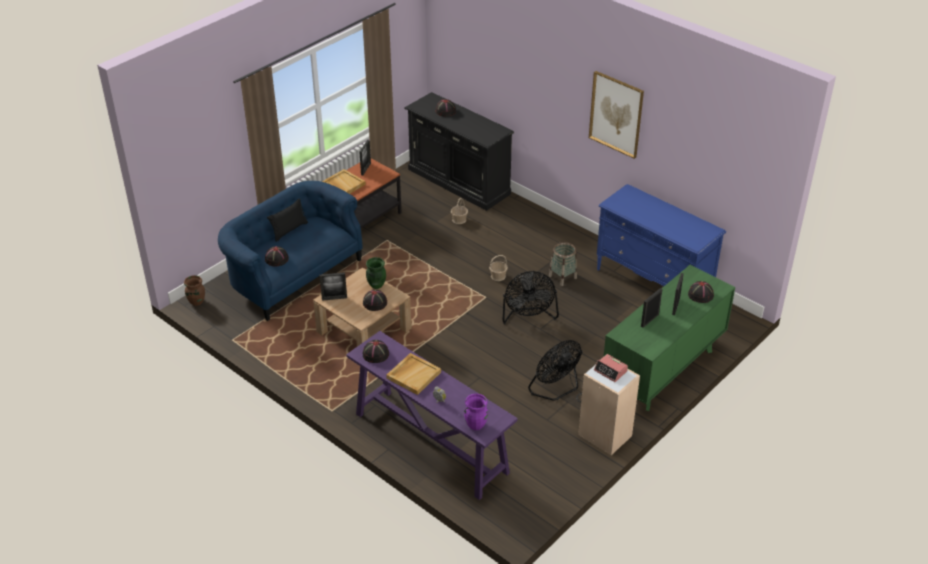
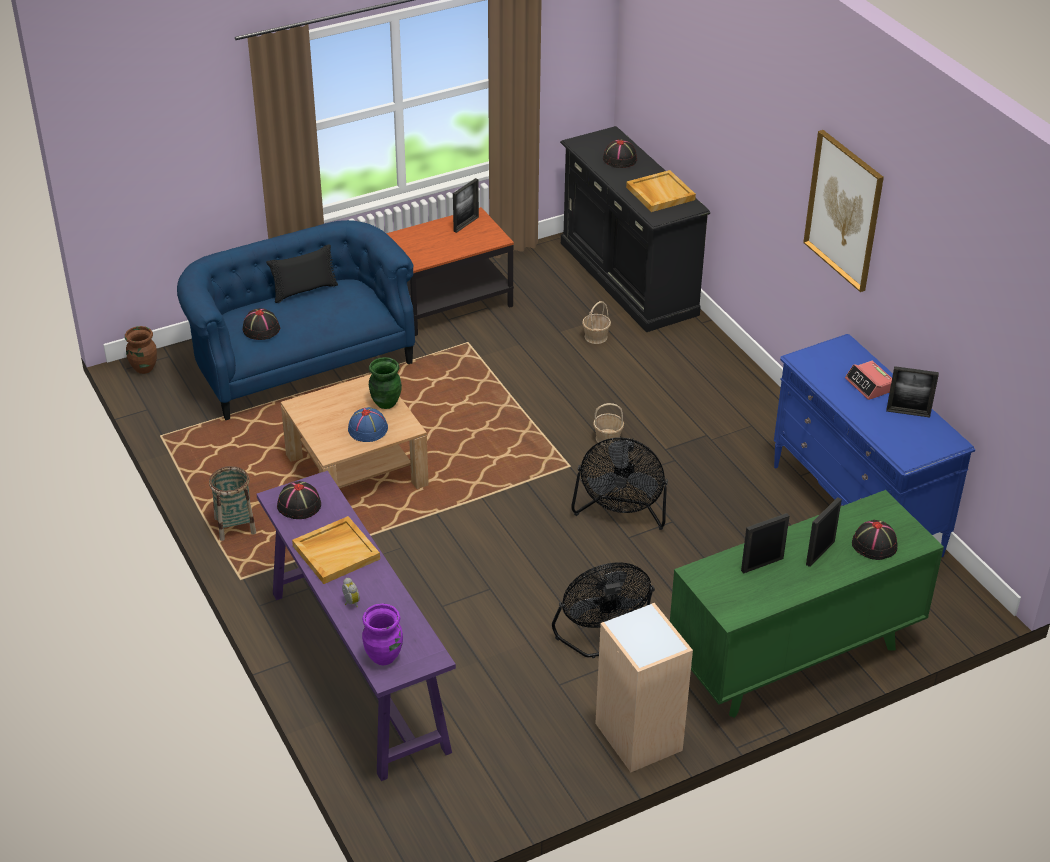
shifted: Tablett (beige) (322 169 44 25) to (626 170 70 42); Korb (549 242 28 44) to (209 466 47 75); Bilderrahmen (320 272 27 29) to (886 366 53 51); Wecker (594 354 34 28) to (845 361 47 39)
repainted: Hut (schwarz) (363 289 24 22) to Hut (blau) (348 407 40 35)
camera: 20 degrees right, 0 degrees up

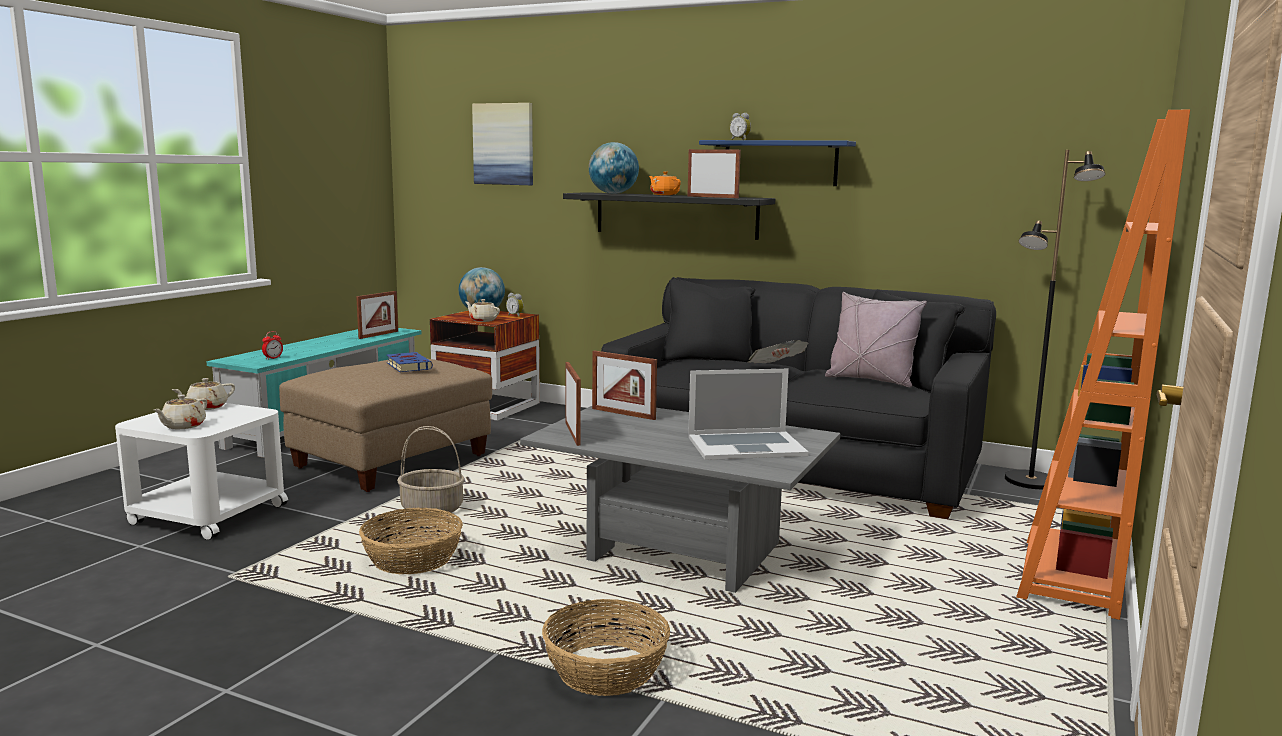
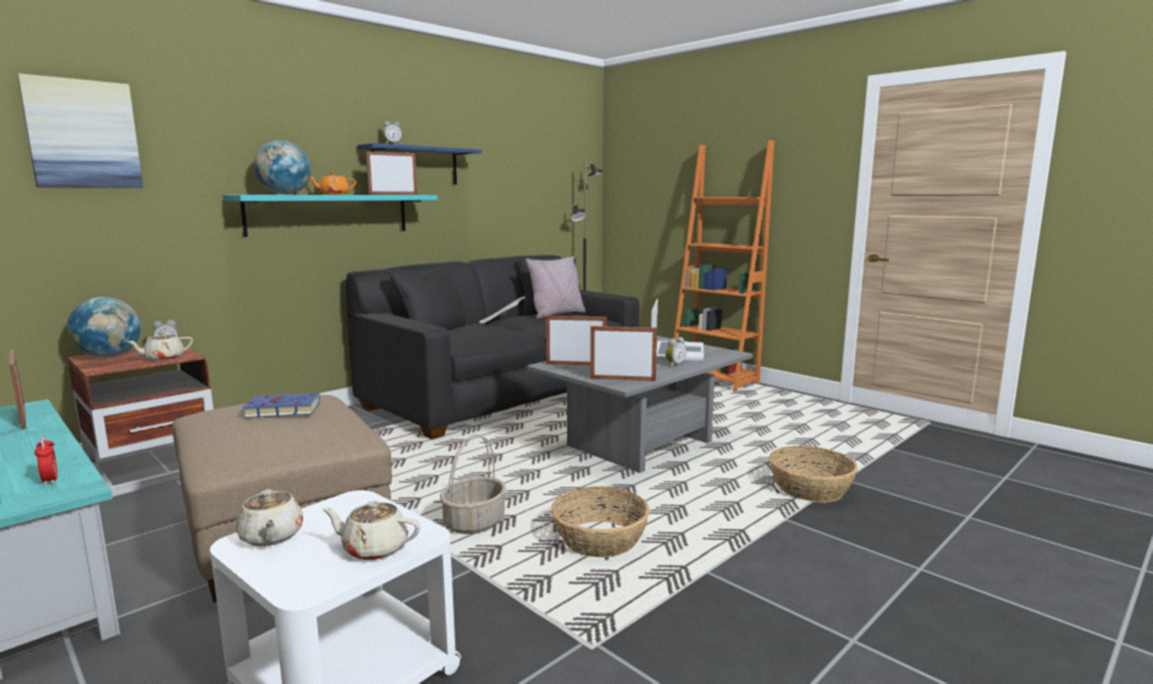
new: Wecker (666 337 20 30)
repainted: Wandregal (schwarz) (563 192 212 48) to Wandregal (türkis) (223 195 215 42)
rotated: Bilderrahmen (592 351 65 69) = (546 316 61 49) 135 degrees counterclockwise; Teekanne (beige) (154 395 53 34) = (322 501 99 59) 150 degrees clockwise
camera: 70 degrees left, 0 degrees up

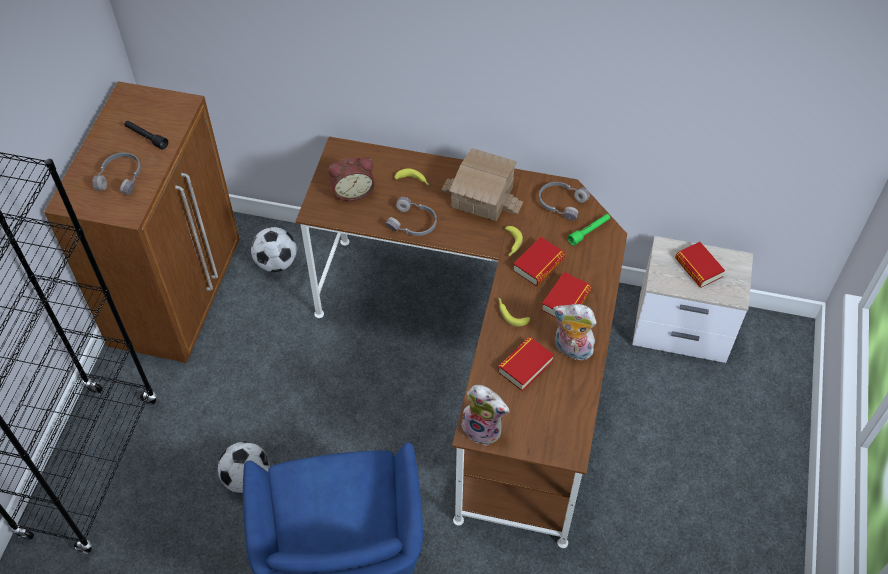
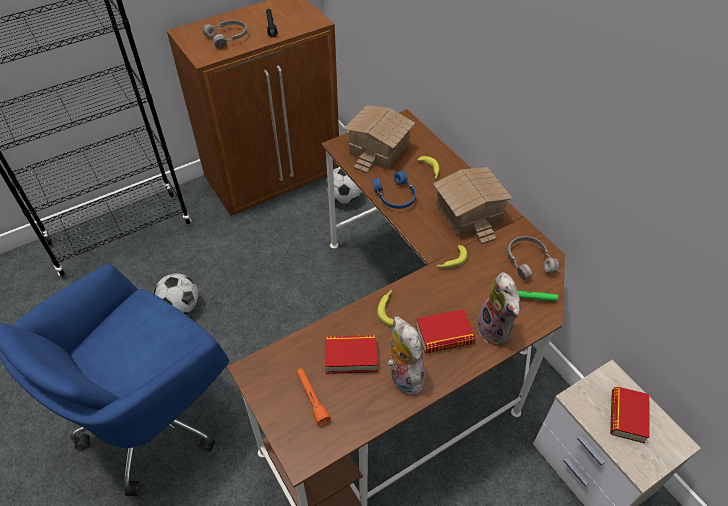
gone: Buch (513 237 52 49)
new: Taschenlampe (orange) (297 368 34 58)
shifted: Plüschtier (458 385 51 61) to (478 272 43 73)
swapped: Wecker (328 157 47 44) to Spielzeughaus (344 105 71 69)
repainted: Kopfhörer (grau) (385 197 52 39) to Kopfhörer (blau) (372 171 44 38)
camera: 45 degrees right, 5 degrees down

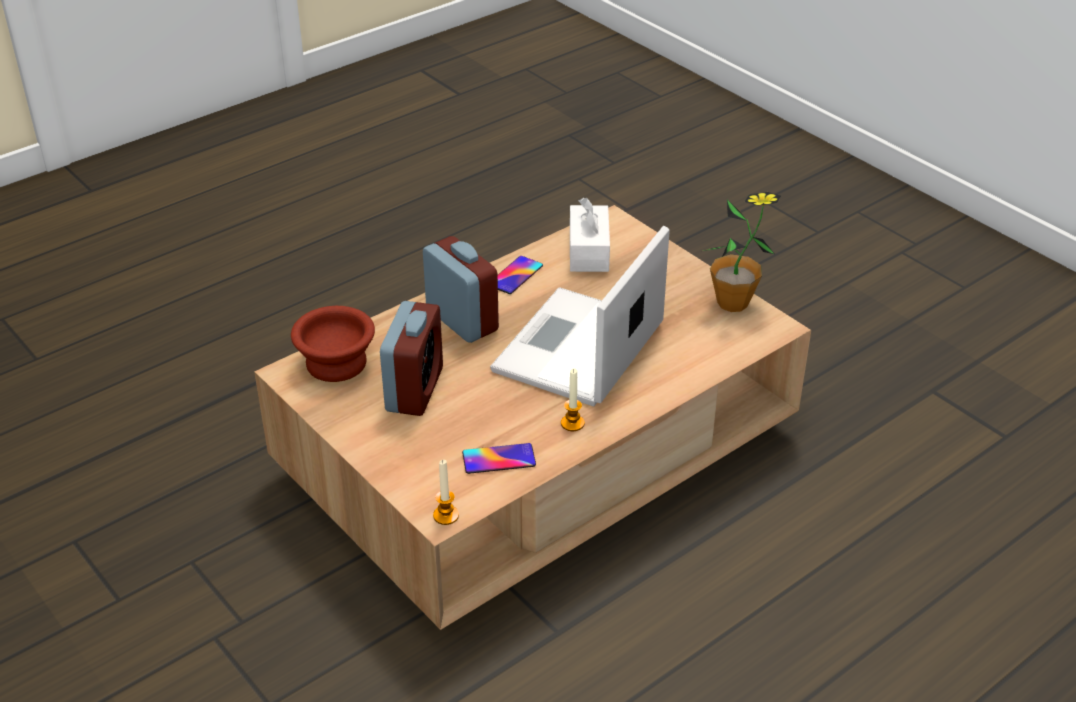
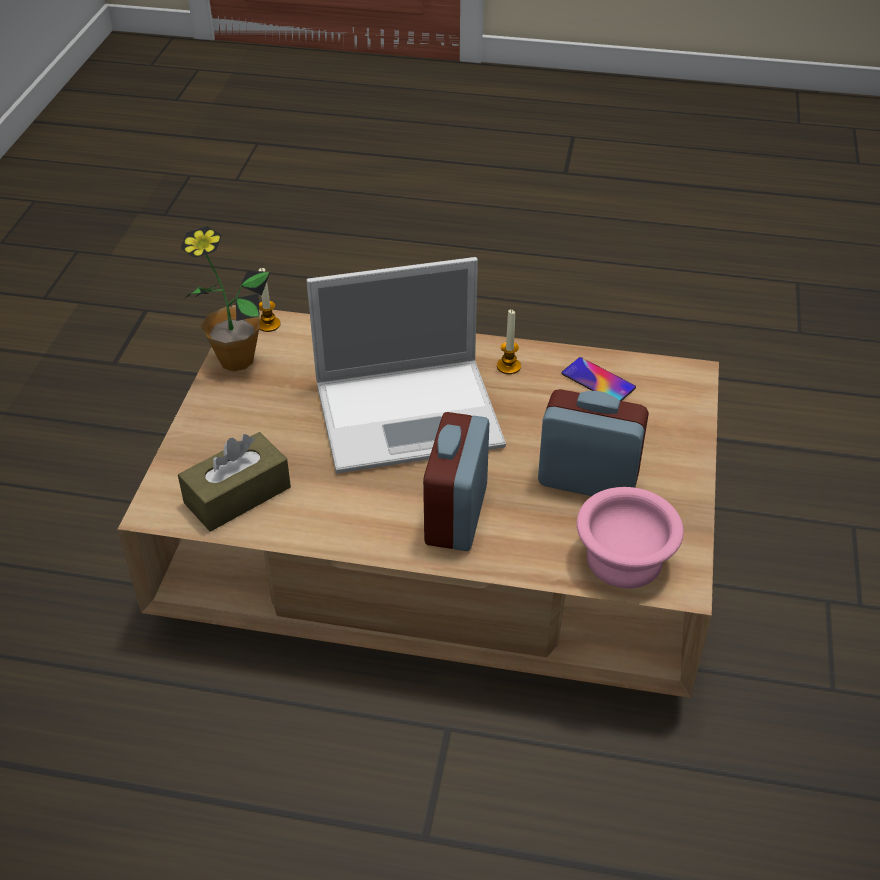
gone: Handy (498 256 45 38)
shifted: Kerze (433 460 26 65) to (259 268 22 64)
repainted: Taschentuchbox (weiß) (570 198 40 74) to Taschentuchbox (braun) (178 432 113 100); Schüssel (braun) (291 306 84 76) to Schüssel (rosa) (577 487 107 101)
rotated: Wecker (380 301 63 115) = (538 389 111 107) 45 degrees clockwise
camera: 130 degrees left, 5 degrees up

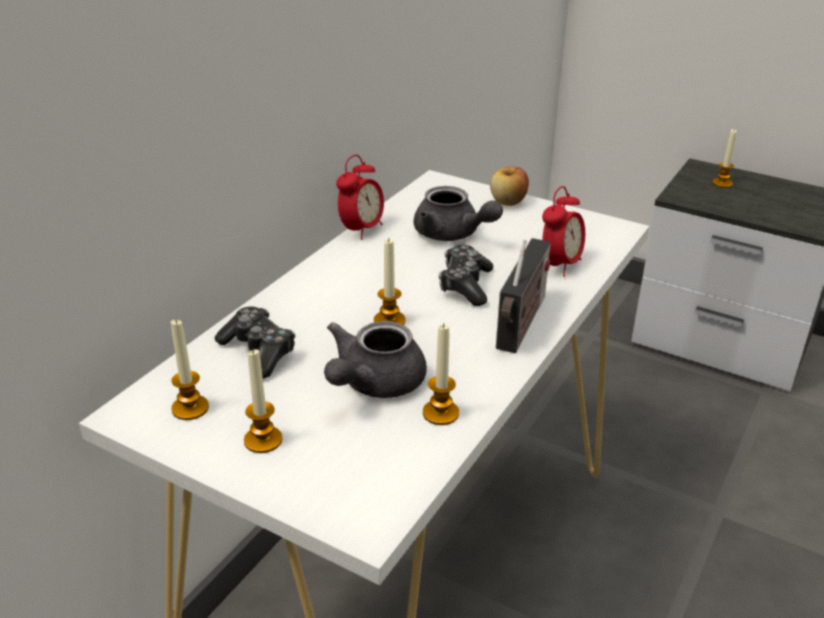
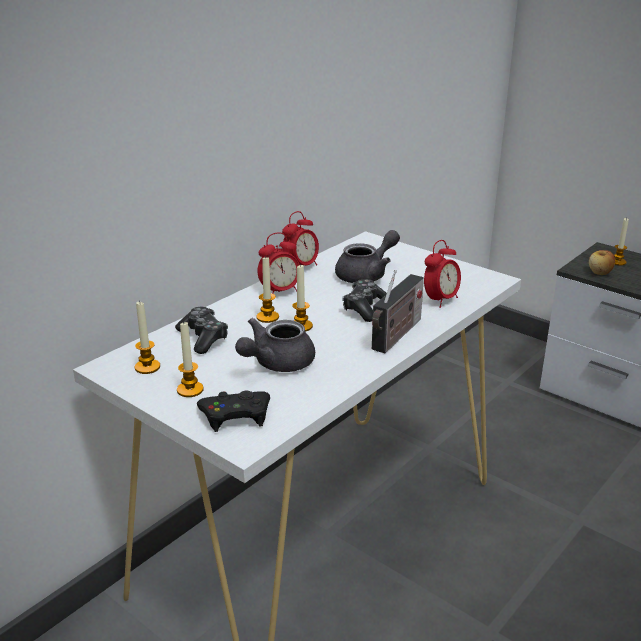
new: Wecker (258 232 41 62); Gamepad (schwarz) (197 390 73 42)
shifted: Apfel (490 167 39 39) to (589 250 26 25); Kerze (423 323 36 102) to (256 256 23 67)
rotated: Teekanne (grau) (414 186 89 55) = (335 230 65 53) 90 degrees counterclockwise
camera: 10 degrees right, 5 degrees down

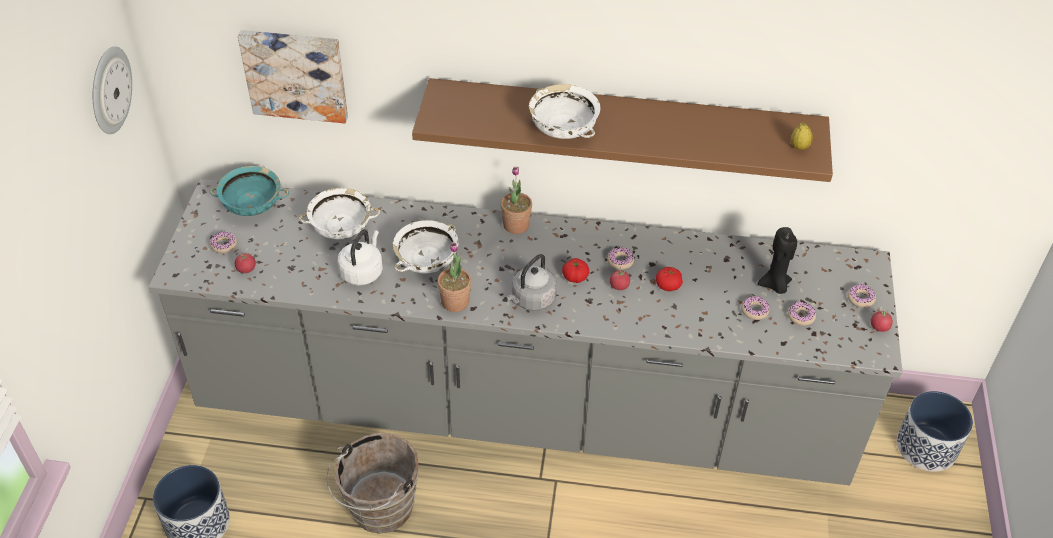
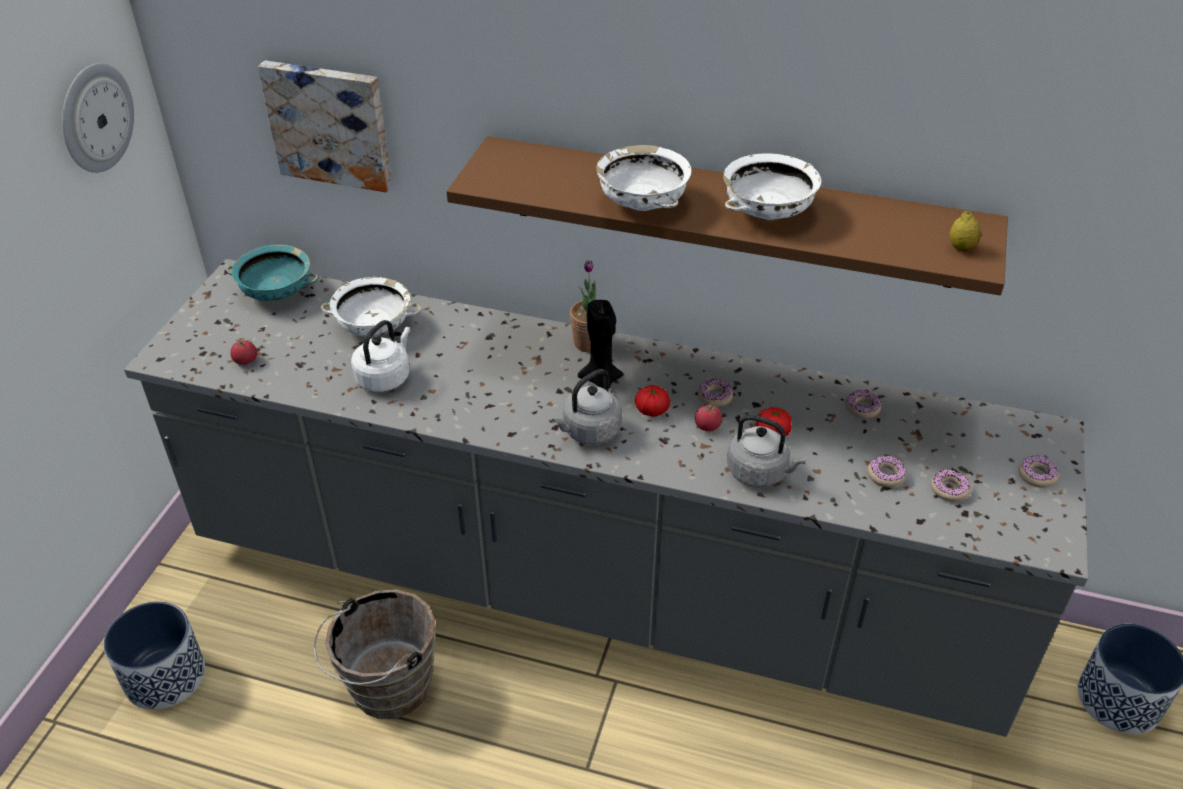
gone: Topfpflanze (437 242 34 70); Tomate (871 309 22 23)
new: Wasserkessel (grau) (727 415 80 72)
shifted: Schüssel (weiß) (393 220 66 53) to (723 153 98 67); Kerze (schwarz) (758 227 39 67) to (578 300 46 89); Donut (210 231 27 22) to (845 390 36 29)
camera: 10 degrees right, 5 degrees down

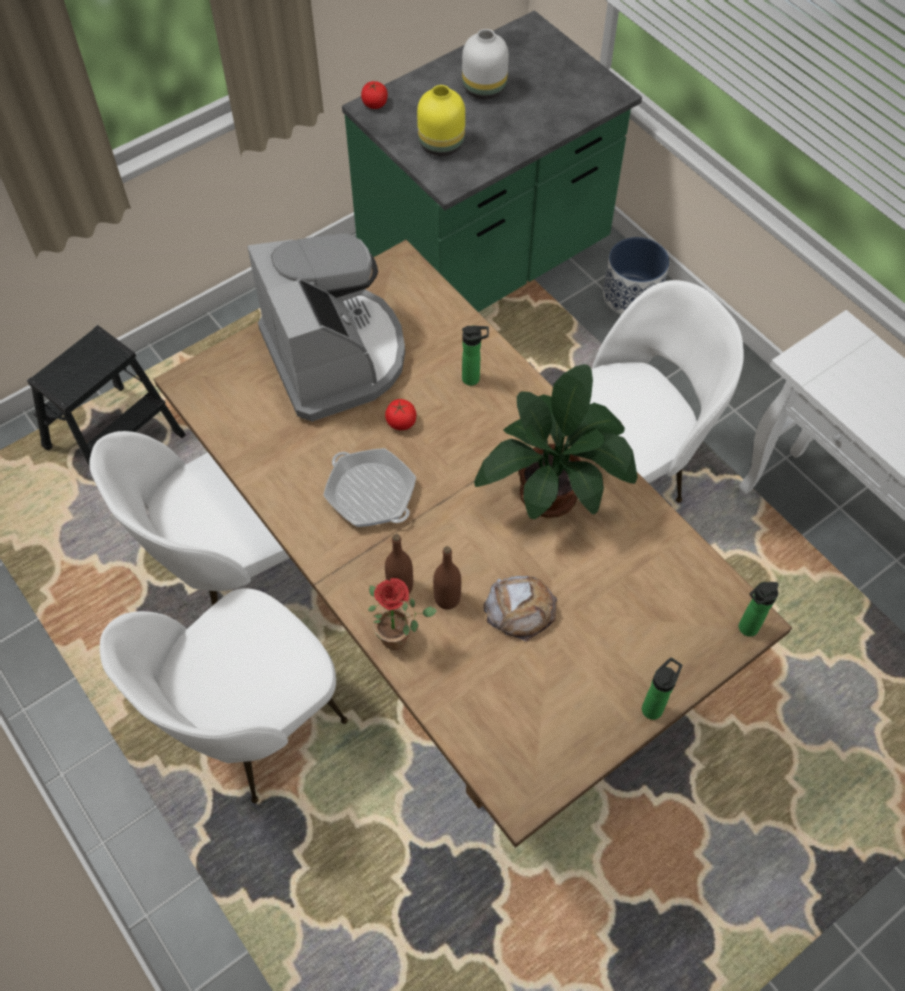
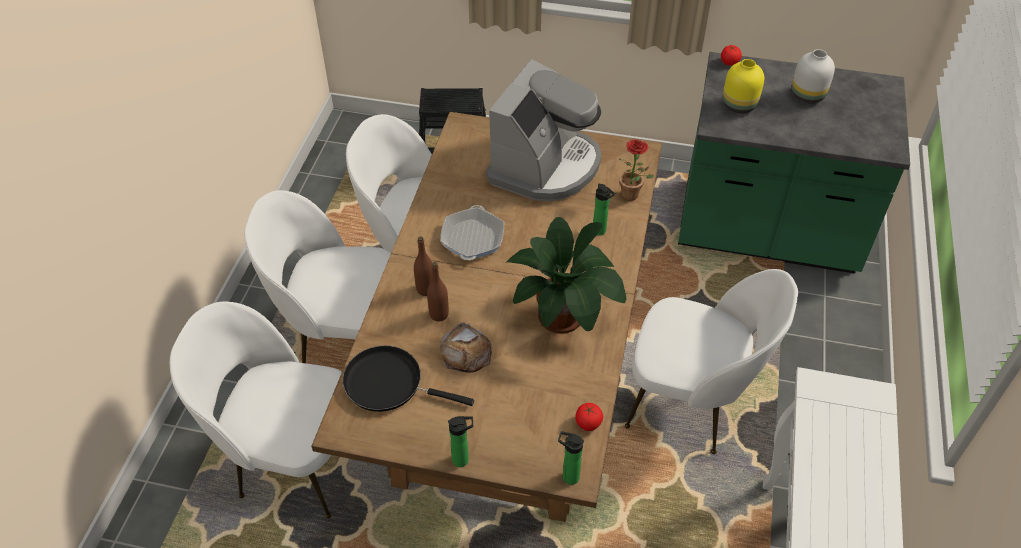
gone: Pflanzkübel (603 237 66 77)
new: Stuhl (weiß) (170 302 172 216); Pfanne (schwarz) (342 345 132 67)
shifted: Tomate (385 399 31 31) to (575 403 28 28); Topfpflanze (368 578 69 72) to (618 139 36 62)
camera: 50 degrees right, 10 degrees down

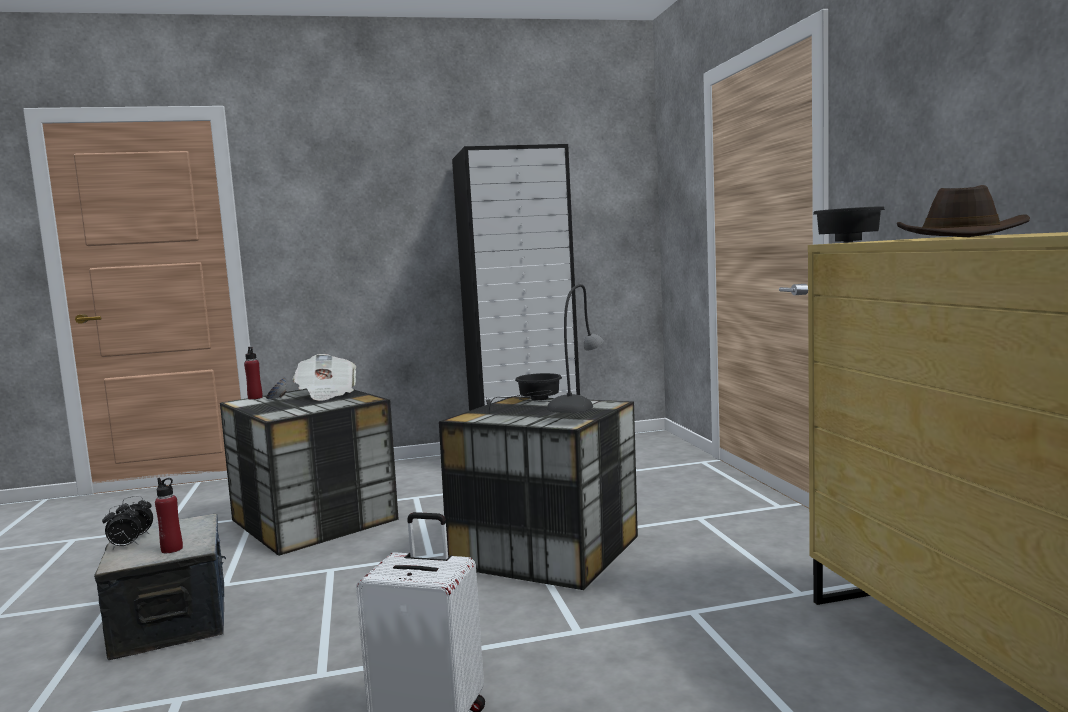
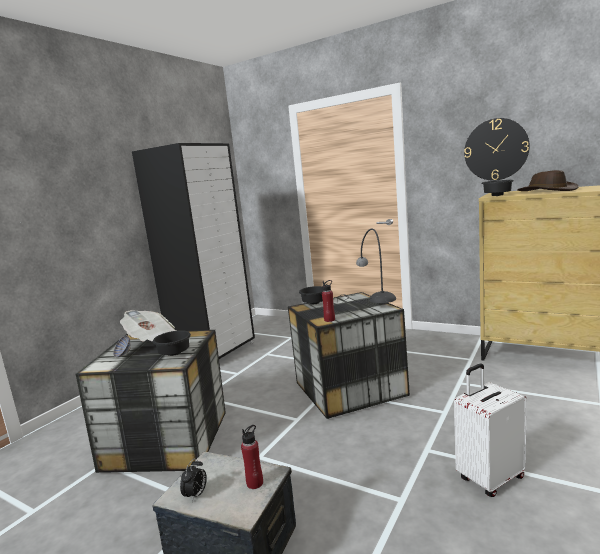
gone: Wecker (102 505 39 45)
new: Wanduhr (464 118 66 63); Schüssel (schwarz) (153 330 38 26)
shifted: Flasche (rot) (244 347 19 52) to (322 280 13 42)
camera: 45 degrees left, 5 degrees up

